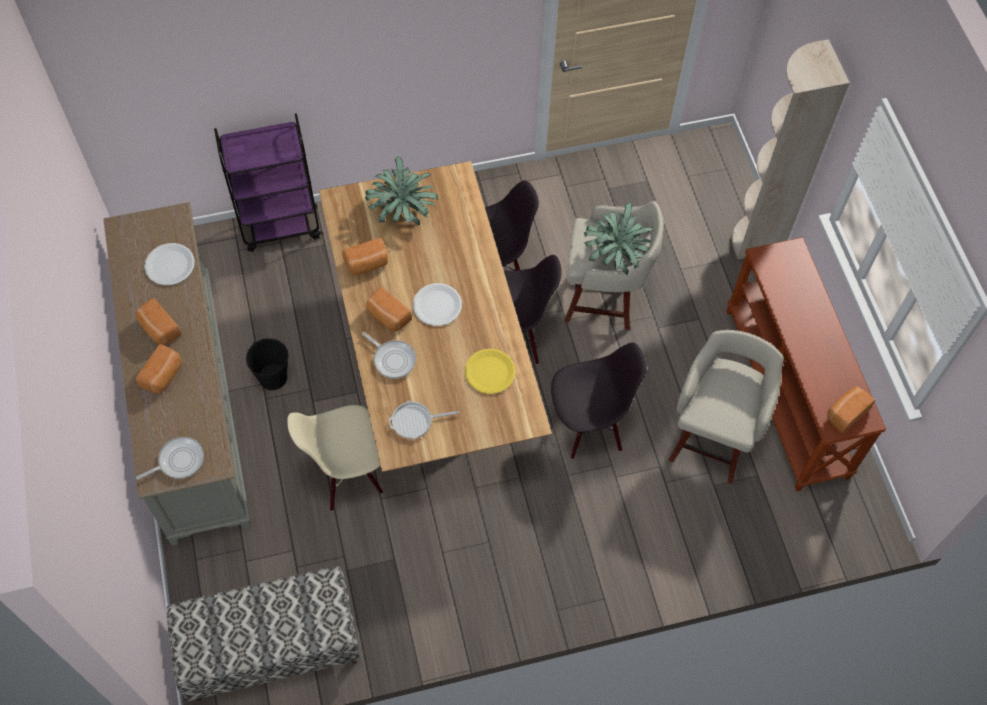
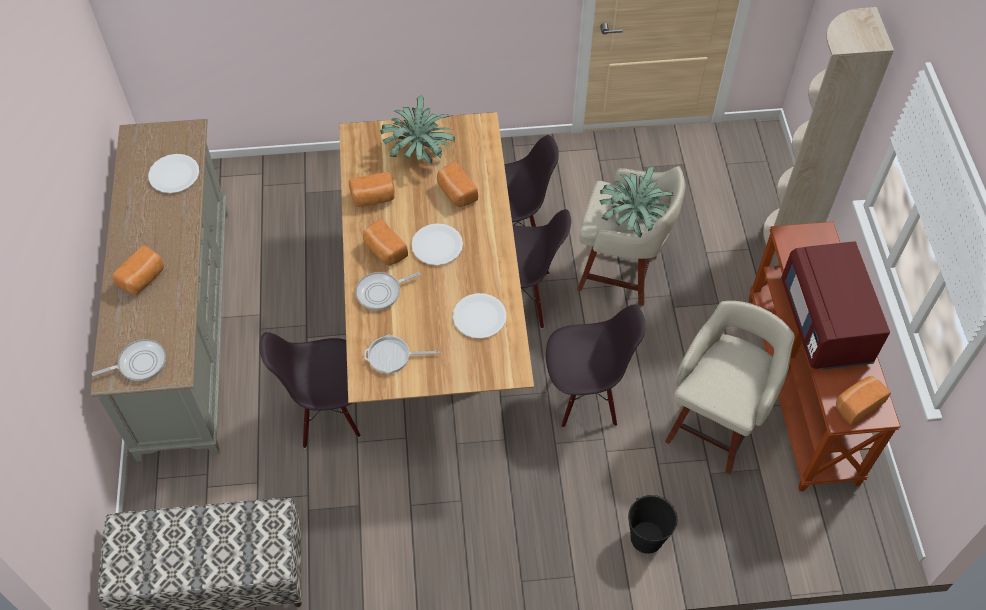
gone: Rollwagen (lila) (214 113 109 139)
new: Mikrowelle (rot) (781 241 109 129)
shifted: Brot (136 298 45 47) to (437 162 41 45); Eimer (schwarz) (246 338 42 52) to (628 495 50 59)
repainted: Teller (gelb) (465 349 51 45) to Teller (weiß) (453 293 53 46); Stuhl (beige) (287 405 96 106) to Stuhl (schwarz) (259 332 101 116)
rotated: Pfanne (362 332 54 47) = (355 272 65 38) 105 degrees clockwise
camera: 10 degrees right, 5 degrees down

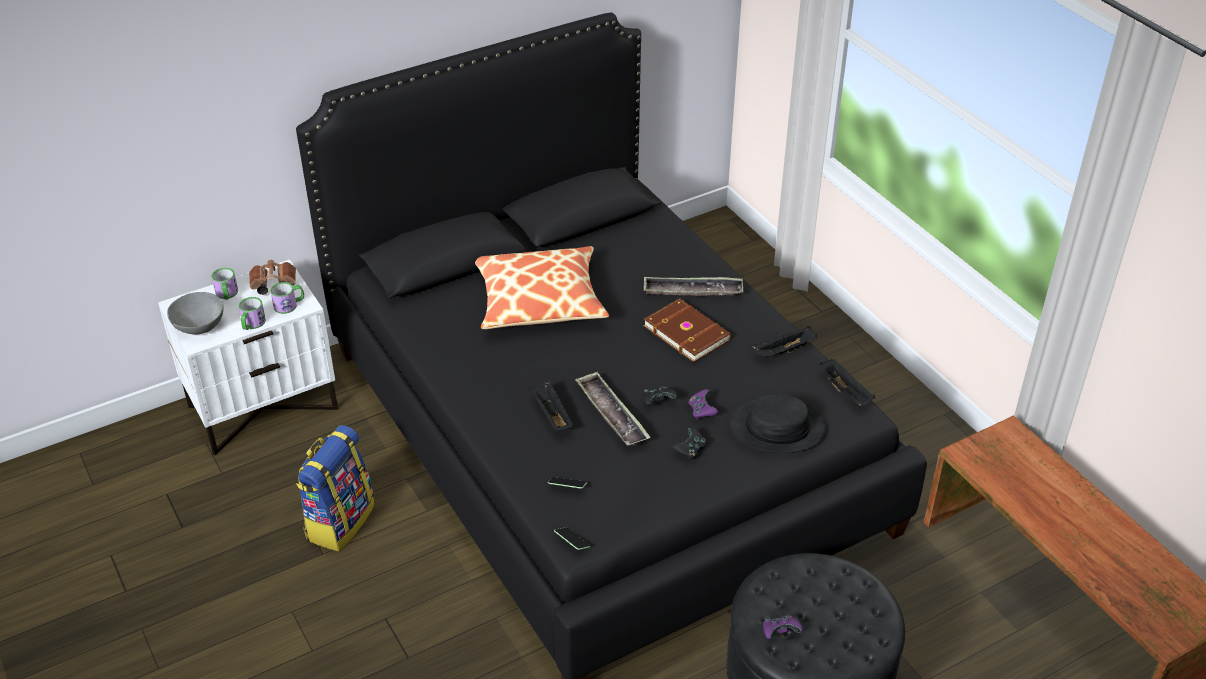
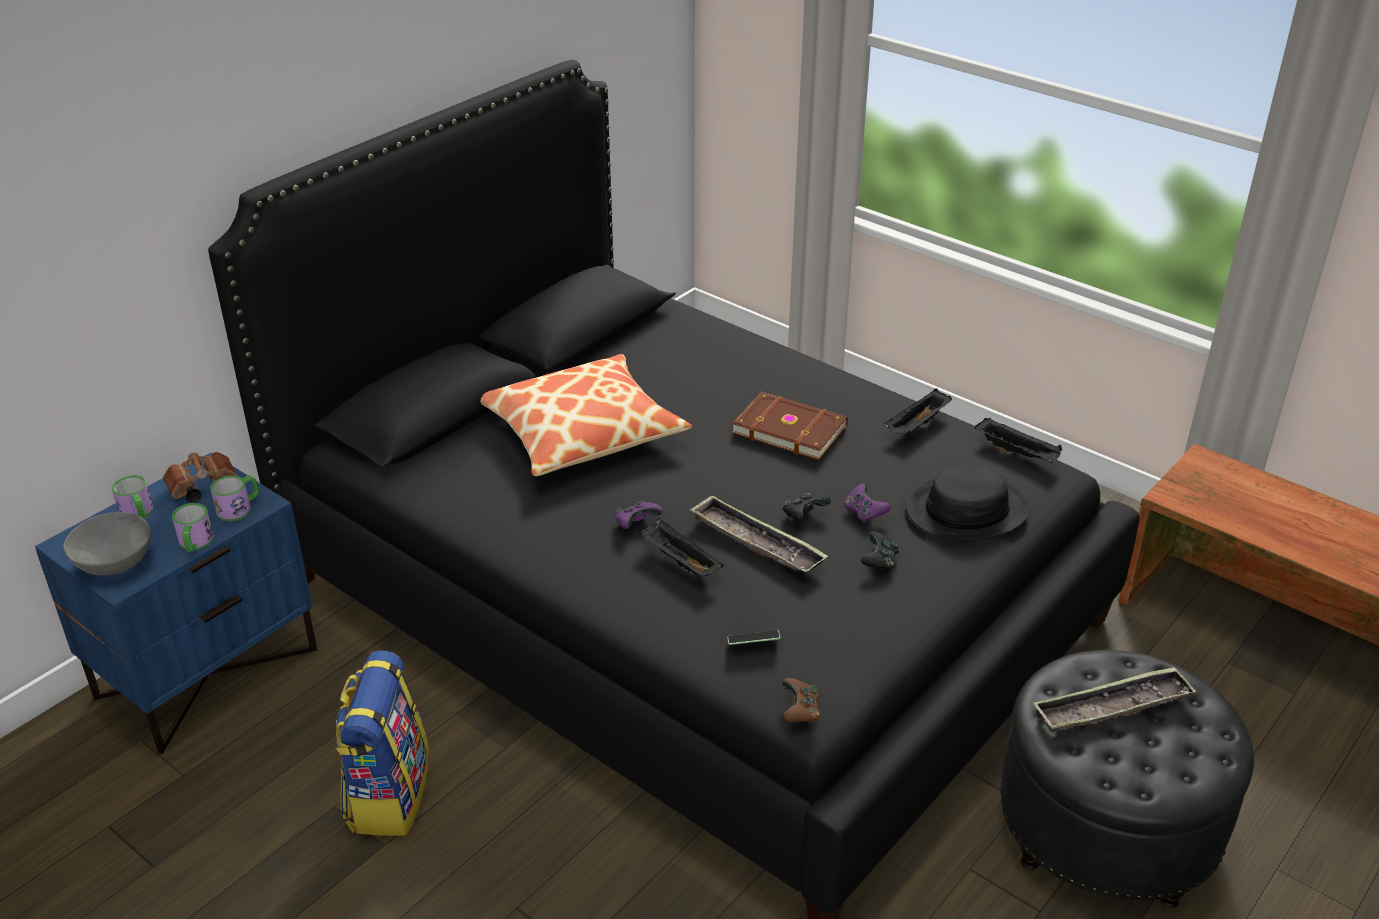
shifted: Tablett (644 276 99 20) to (1033 667 163 65); Gamepad (lila) (763 615 40 24) to (615 502 48 27)
swapped: Handy (554 527 36 23) to Gamepad (braun) (781 678 39 46)
repainted: Nachttisch (weiß) (158 260 180 195) to Nachttisch (blau) (35 453 282 301)
camera: 20 degrees left, 5 degrees down

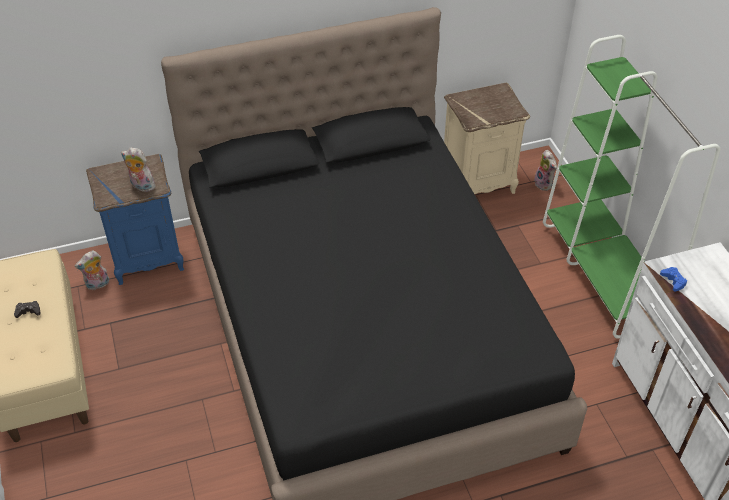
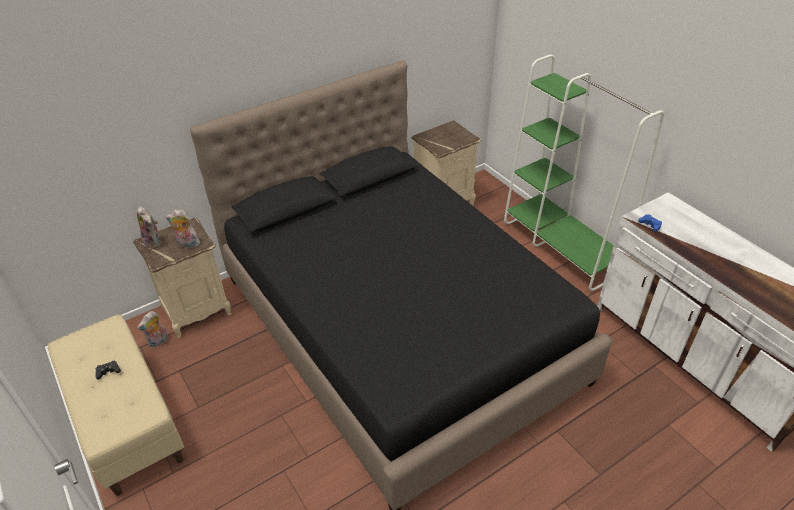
shifted: Plüschtier (534 150 23 41) to (137 206 24 43)
repainted: Nachttisch (blau) (86 154 98 131) to Nachttisch (beige) (133 217 98 121)
camera: 15 degrees left, 5 degrees down

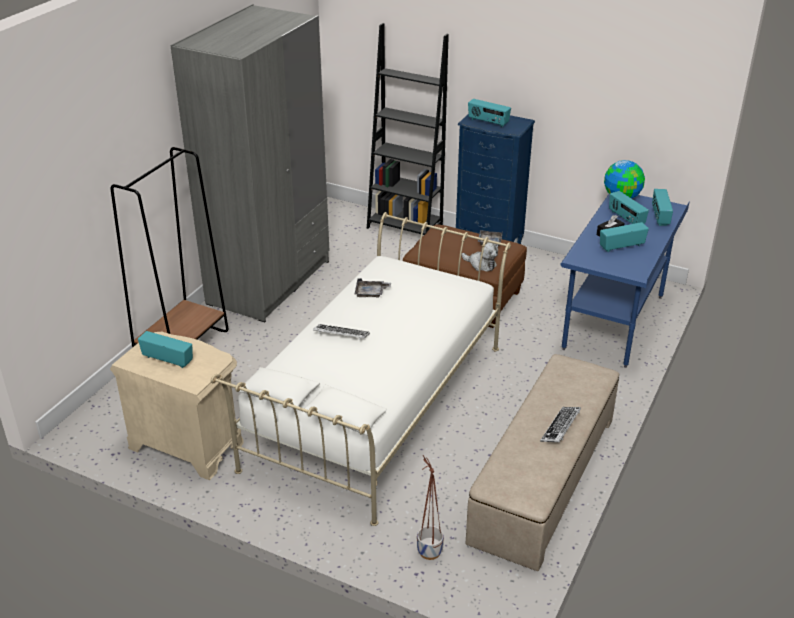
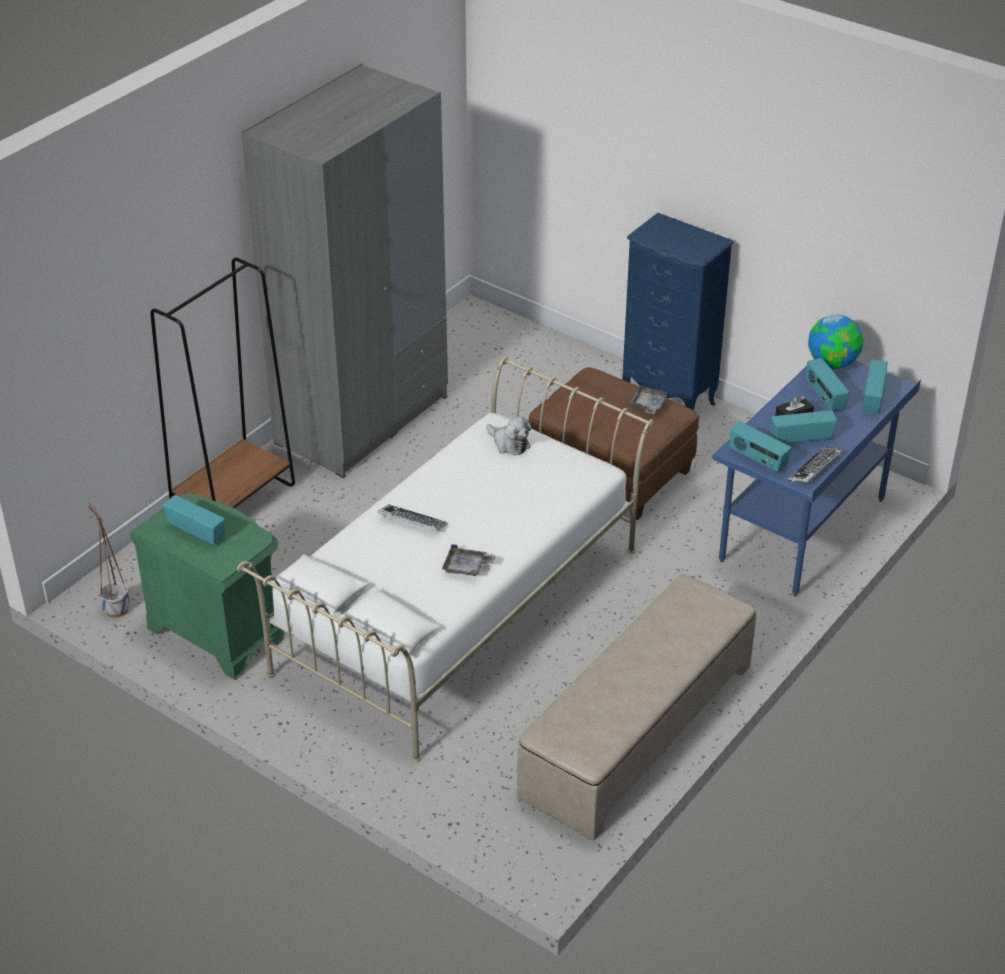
gone: Bücherregal (schwarz) (367 23 82 212)
shifted: Radio (468 99 43 28) to (729 421 63 52); Plüschtier (461 242 37 29) to (487 416 44 39); Tablett (grau) (354 278 37 20) to (442 544 54 32); Tastatur (540 407 41 35) to (788 447 55 36); Pflanzkübel (417 455 27 105) to (88 503 42 115)
repainted: Nachttisch (beige) (110 332 133 148) to Nachttisch (grün) (129 493 156 187)
camera: 10 degrees right, 5 degrees up

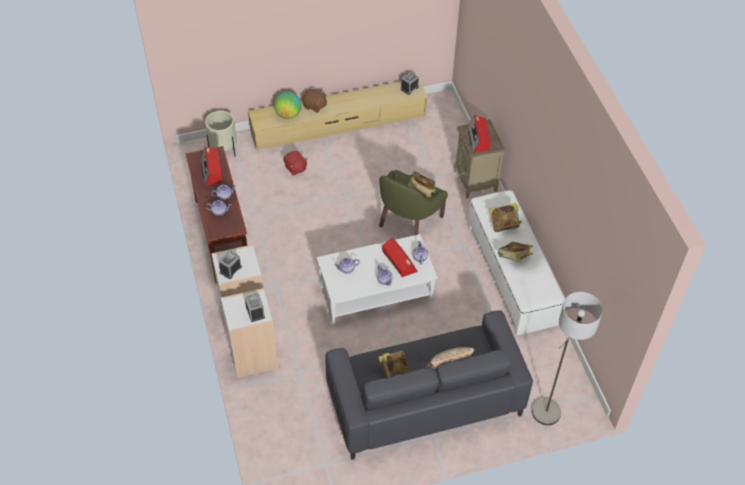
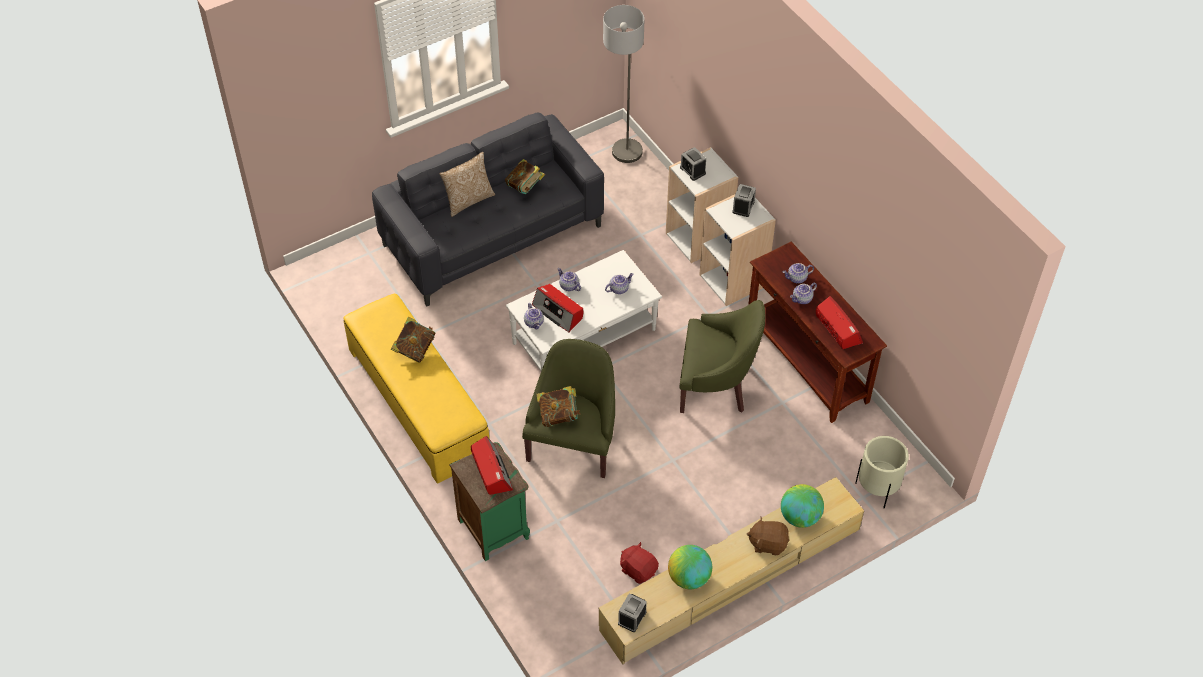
gone: Buch (490 203 32 29)
new: Sessel (grün) (679 300 86 113); Globus (668 545 44 44)
shifted: Plüschtier (rot) (284 151 23 25) to (620 542 39 42); Stehlampe (grau) (532 292 71 133) to (603 5 41 158)
repainted: Nachttisch (beige) (454 120 51 78) to Nachttisch (grün) (449 442 81 119); Bank (weiß) (467 190 98 146) to Bank (gelb) (343 294 146 190)
camera: 165 degrees right, 0 degrees up

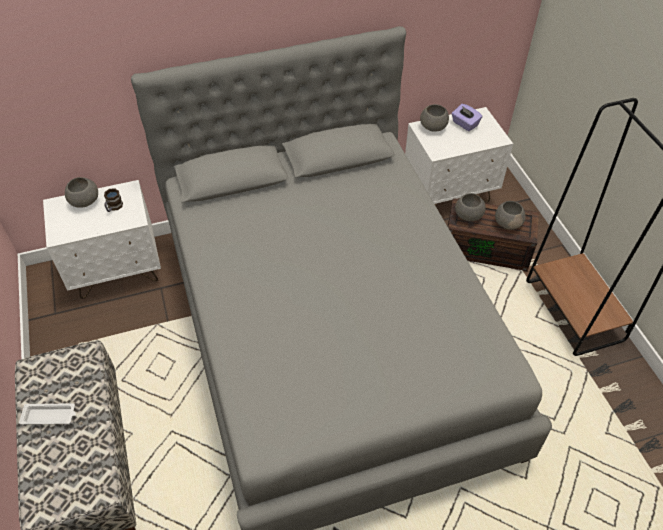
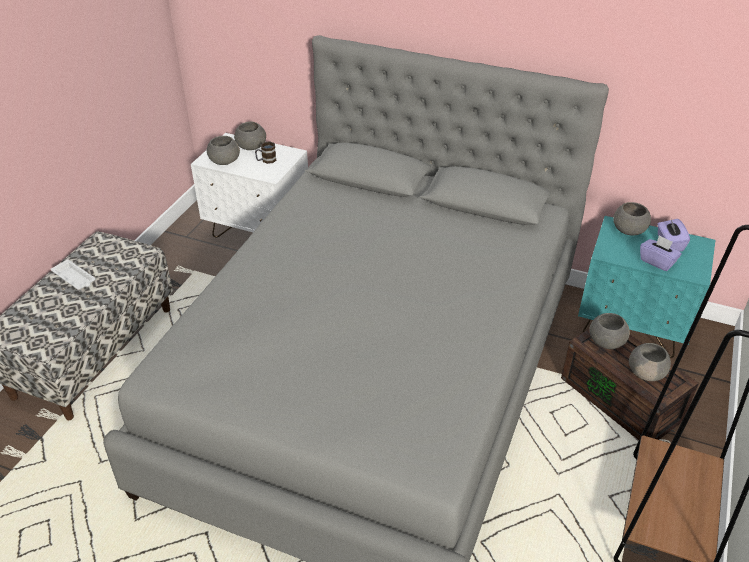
new: Schüssel (grau) (207 136 33 29); Taschentuchbox (lila) (640 235 42 36)
repainted: Nachttisch (weiß) (405 107 108 99) to Nachttisch (türkis) (578 216 137 142)
camera: 40 degrees right, 10 degrees down

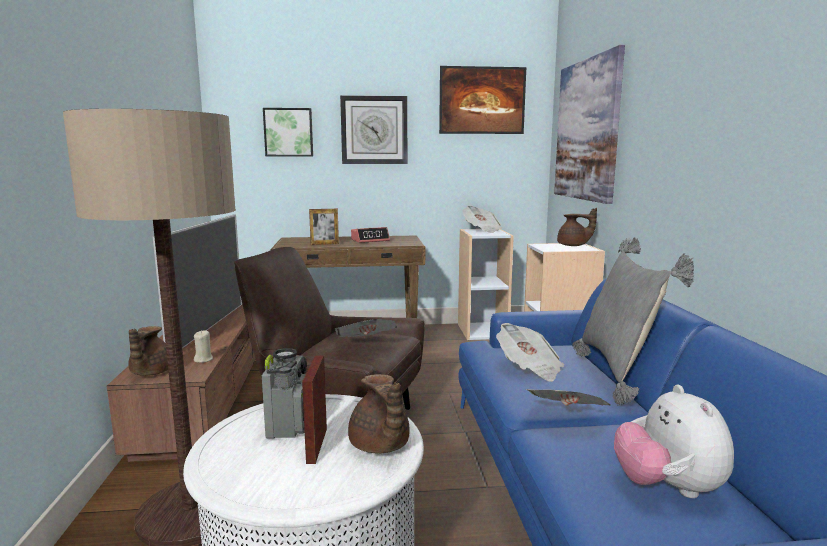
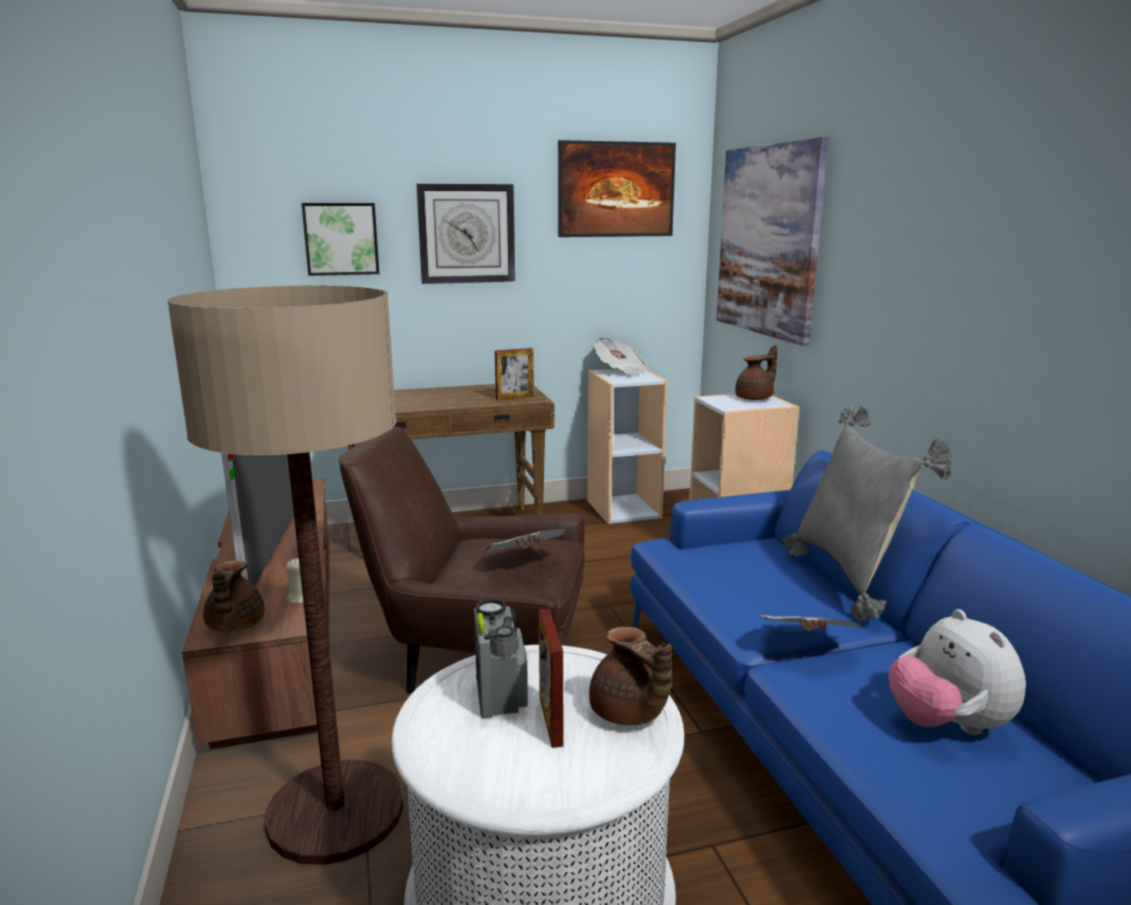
gone: Wecker (351 227 39 16); Zeitung (496 323 68 59)
shifted: Bilderrahmen (309 209 30 36) to (495 348 39 52)
rotated: Teekanne (braun) (557 208 40 38) = (735 345 42 55) 45 degrees counterclockwise
camera: 10 degrees left, 5 degrees up

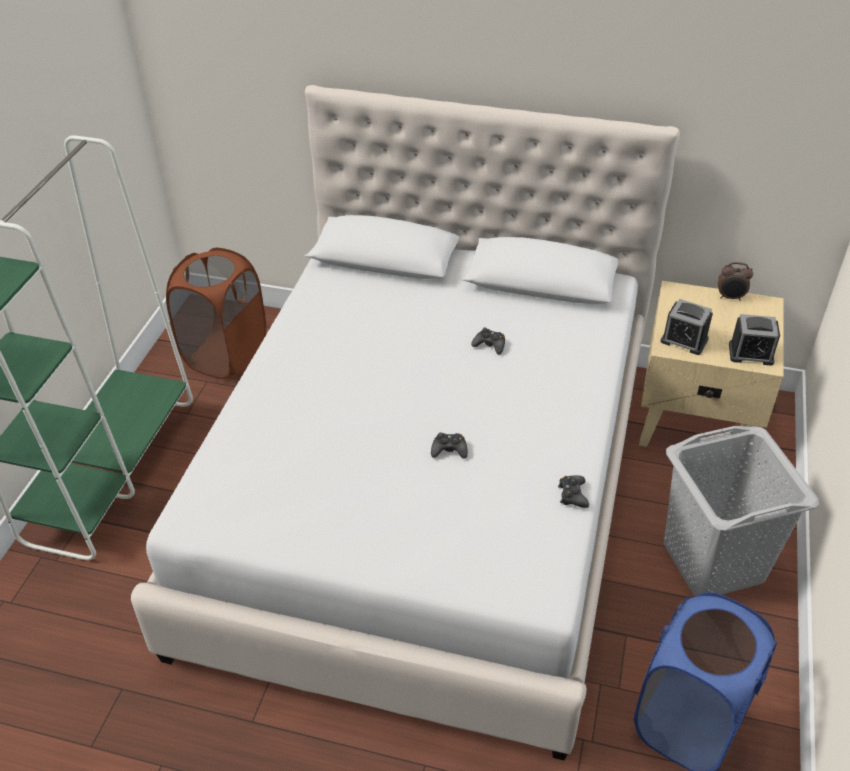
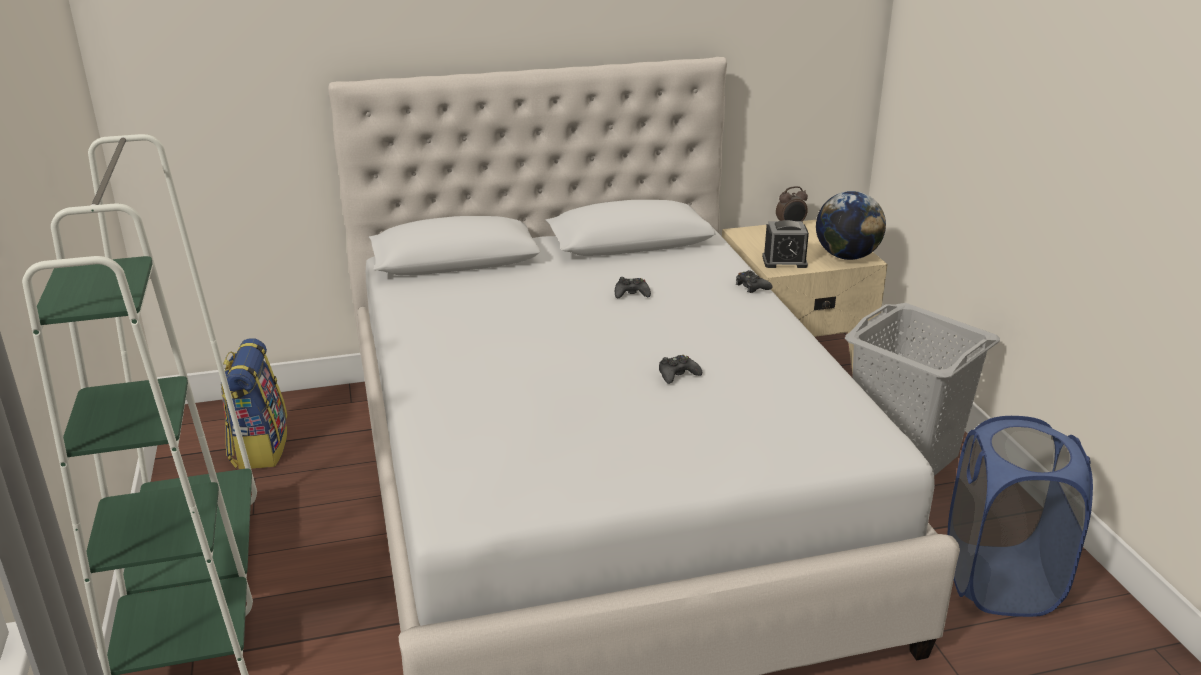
shifted: Gamepad (schwarz) (558 475 31 33) to (736 270 36 23)
swapped: Wäschekorb (braun) (166 248 100 131) to Rucksack (221 338 66 131); Wecker (729 314 51 52) to Globus (816 191 70 69)
camera: 30 degrees left, 15 degrees down

